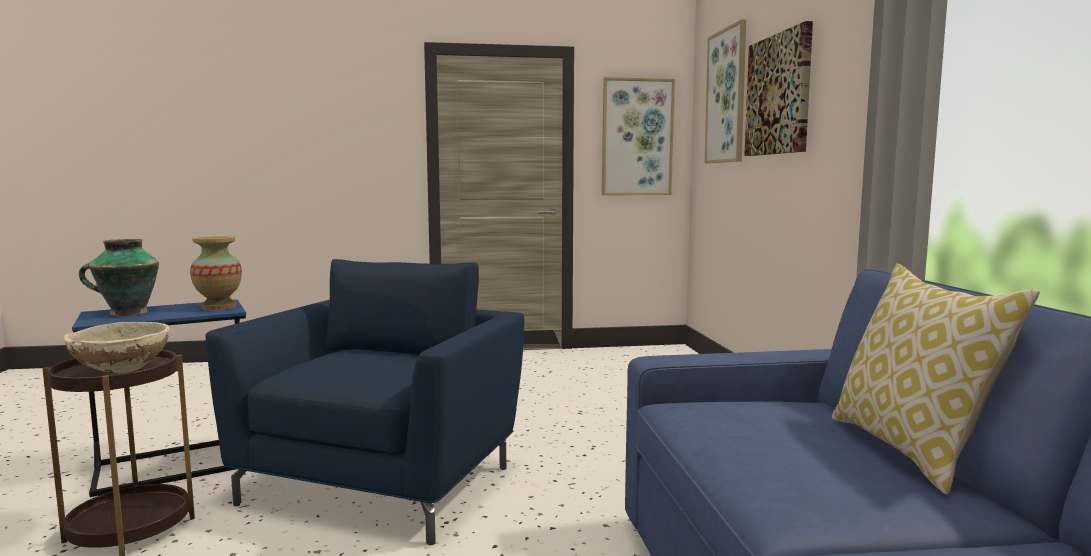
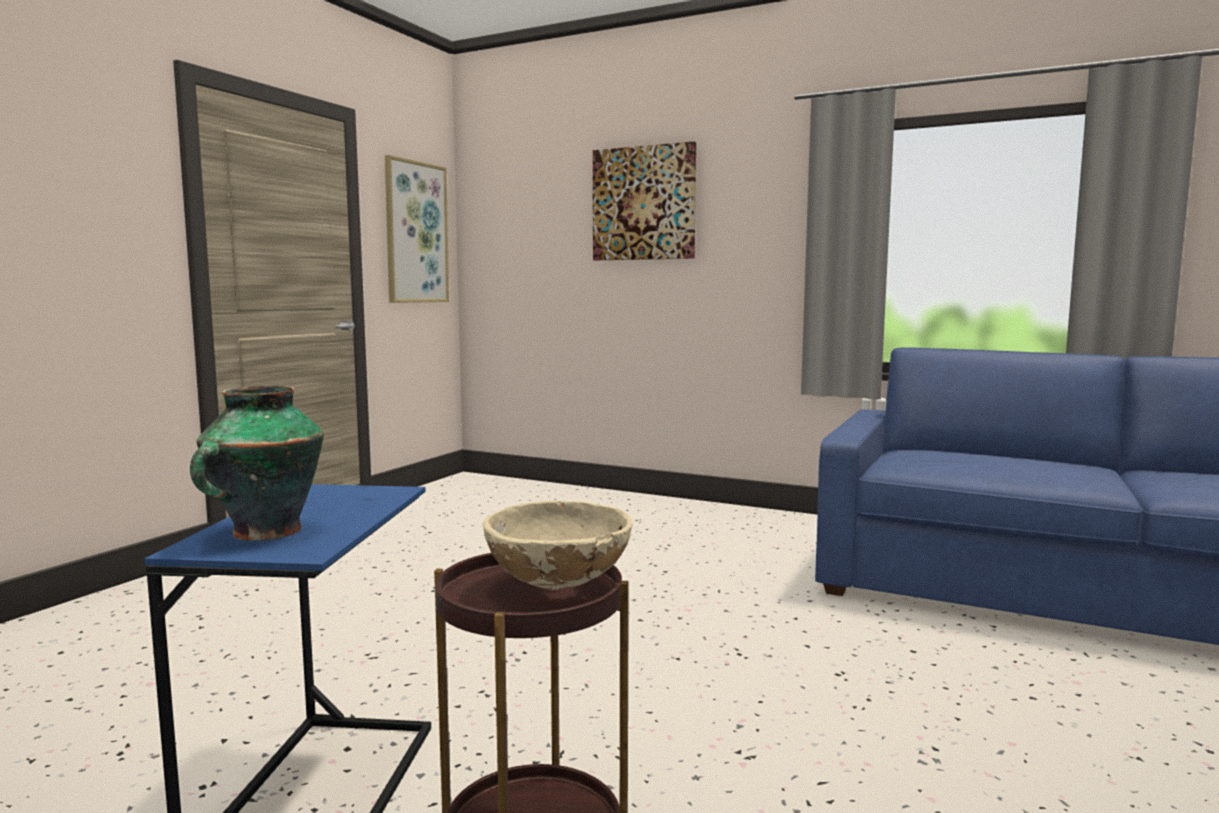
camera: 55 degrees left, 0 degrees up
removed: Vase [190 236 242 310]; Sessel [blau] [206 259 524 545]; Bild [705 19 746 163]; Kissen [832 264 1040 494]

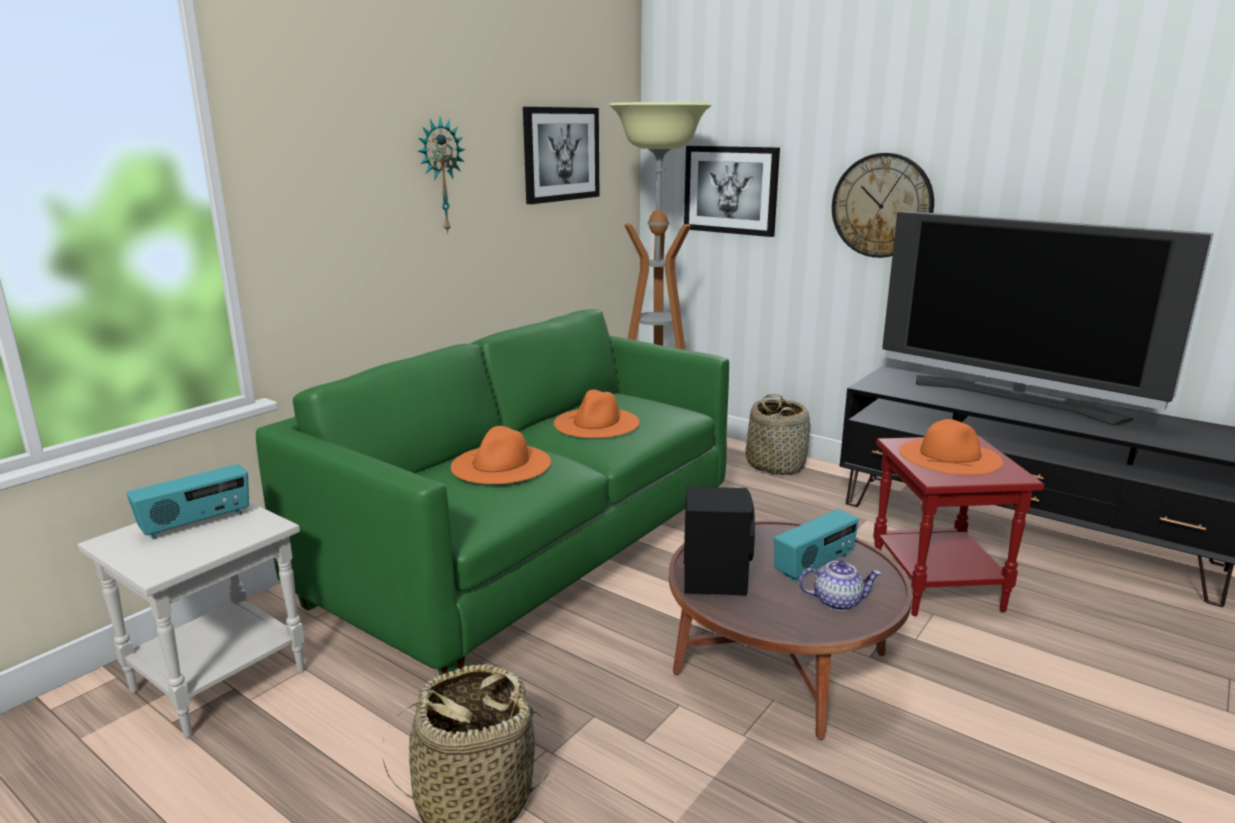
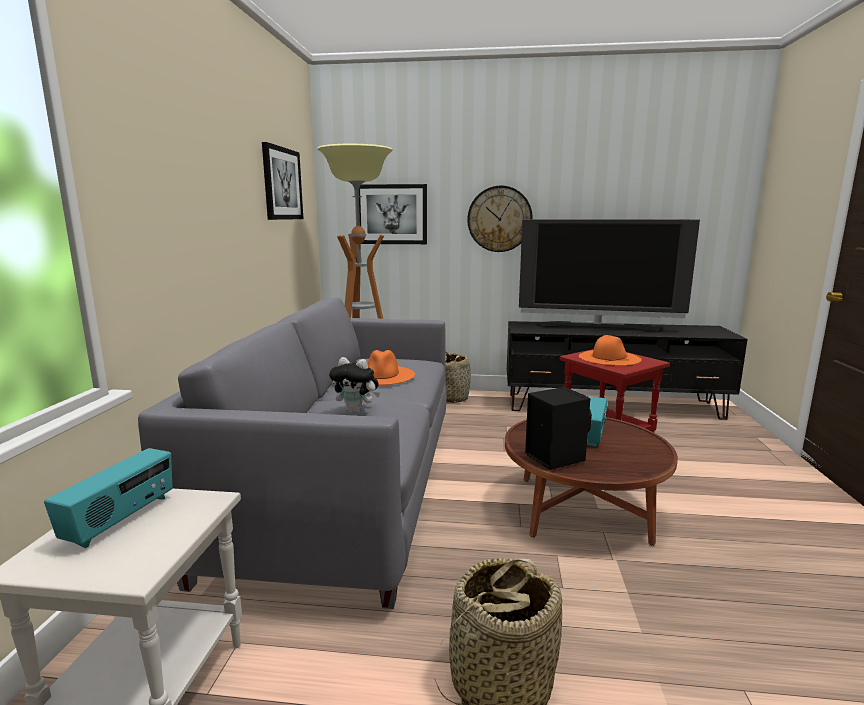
camera: 30 degrees left, 5 degrees down
removed: Wanduhr [418 117 465 234]; Teekanne [799 560 881 611]
replaced: Hut [orange] [451 426 551 484] to Plüschtier [329 357 380 413]
recoloured: Sofa [grün] [256 309 729 675] to Sofa [grau] [138 297 447 609]

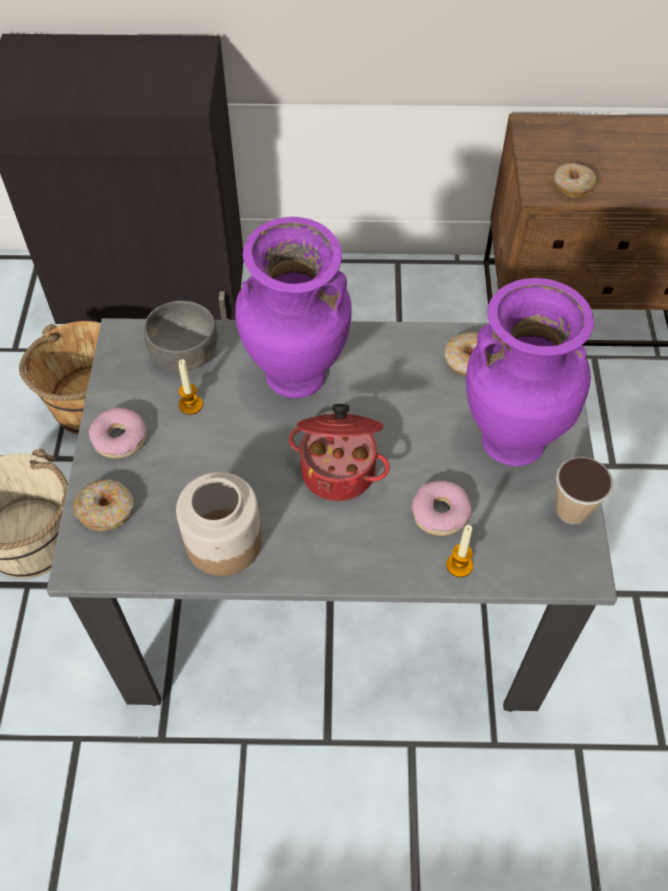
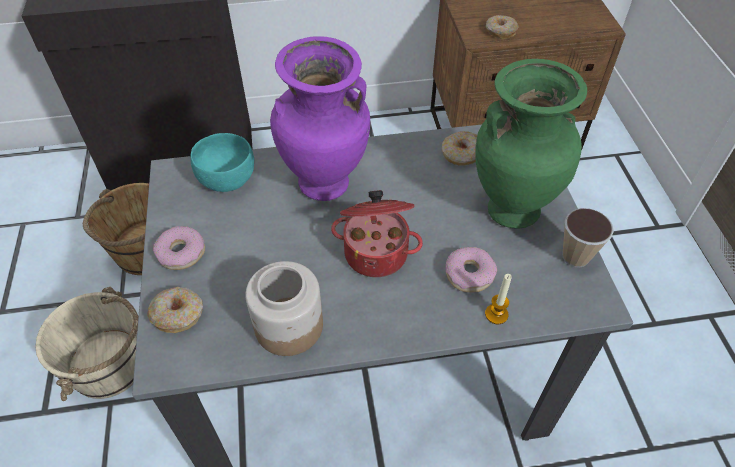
camera: 10 degrees left, 5 degrees down
removed: Kerze [178 359 203 415]
recoloured: Schüssel [grau] [144 301 218 371] to Schüssel [türkis] [190 133 254 192]; Vase [lila] [466 278 594 466] to Vase [grün] [475 59 587 229]

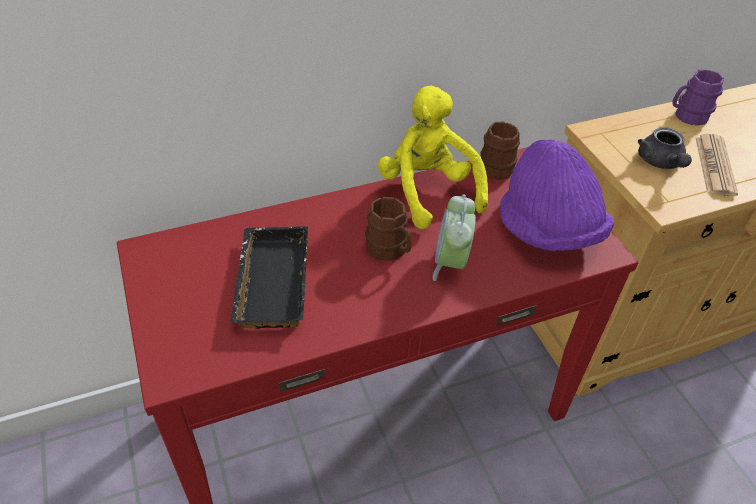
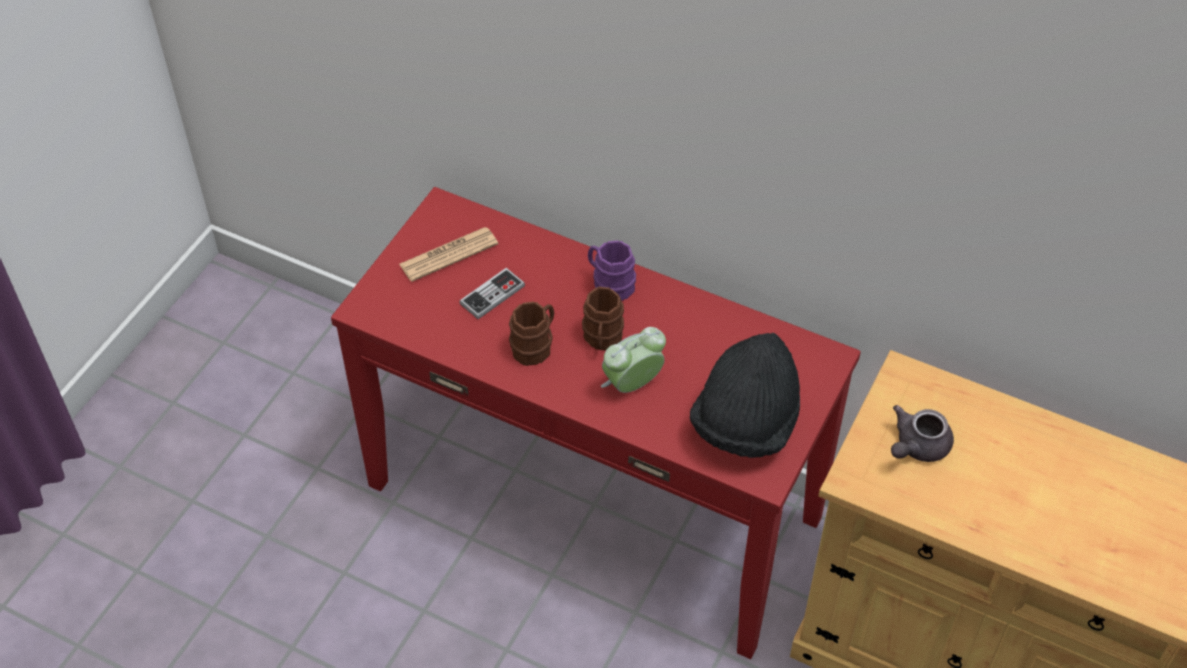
camera: 50 degrees right, 5 degrees up
removed: Plüschtier [gelb] [378 86 488 229]
moved: Henkelbecher [braun] [481 122 520 180] to [509 301 554 366]; Henkelbecher [lila] [672 69 724 126] to [588 240 636 301]; Zeitung [695 134 738 197] to [399 227 498 282]
replaced: Tablett [schwarz] [230 226 308 329] to Gamepad [460 268 525 319]
recoloured: Hut [lila] [500 139 614 251] to Hut [schwarz] [690 333 800 458]

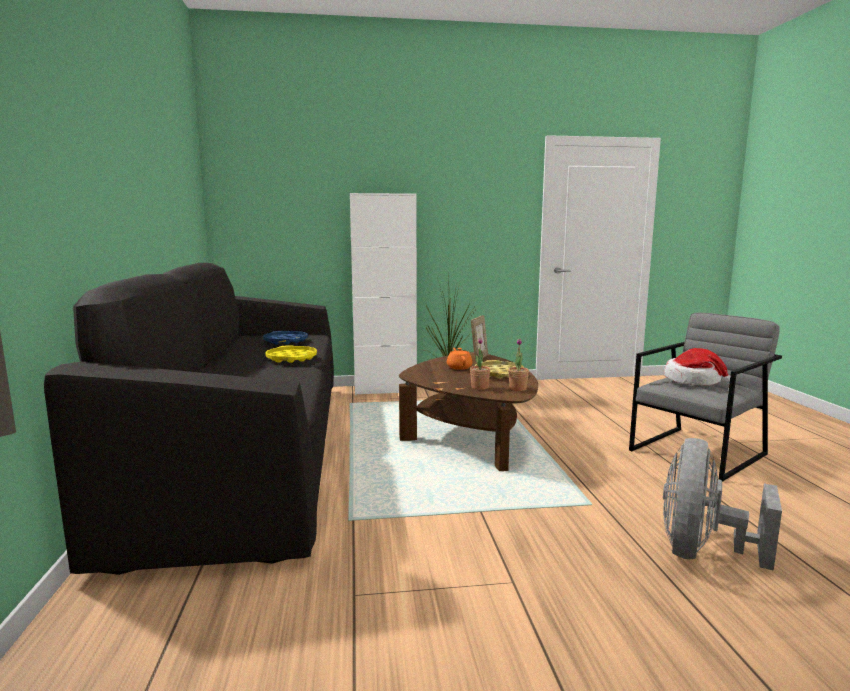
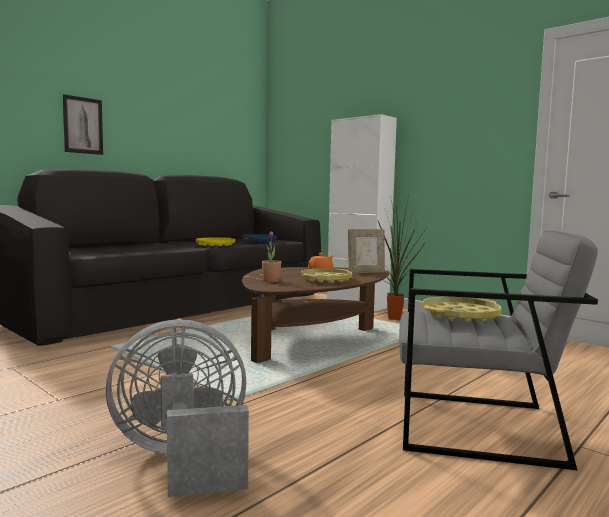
camera: 50 degrees right, 5 degrees down
removed: Topfpflanze [508 339 529 391]
added: Bild [63 94 103 155]
replaced: Hut [664 348 730 387] to Tablett [gelb] [422 297 501 322]

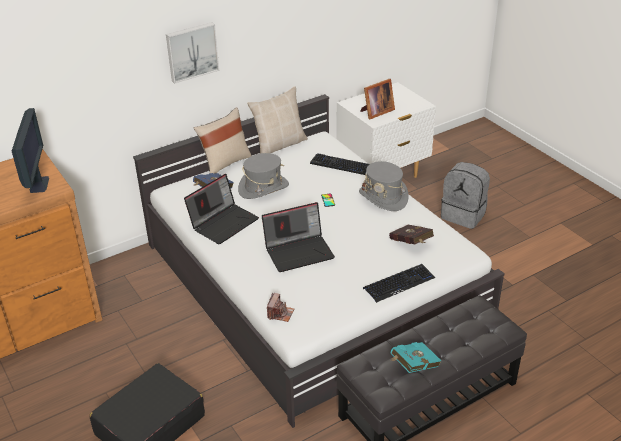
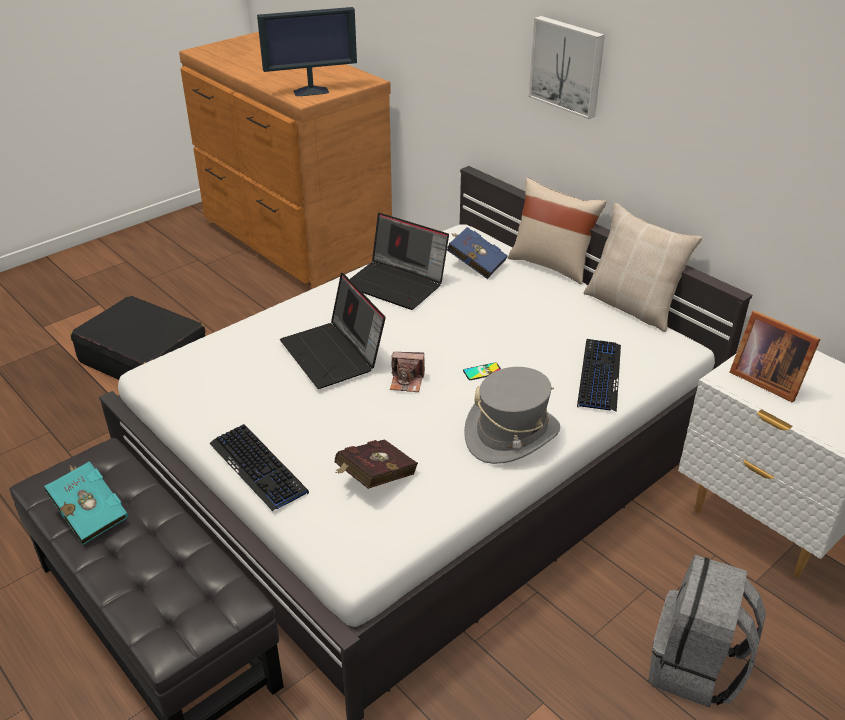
camera: 80 degrees right, 0 degrees up
removed: Hut [grau] [238 153 289 199]
moved: Kamera [267 293 294 322] to [390 352 425 392]

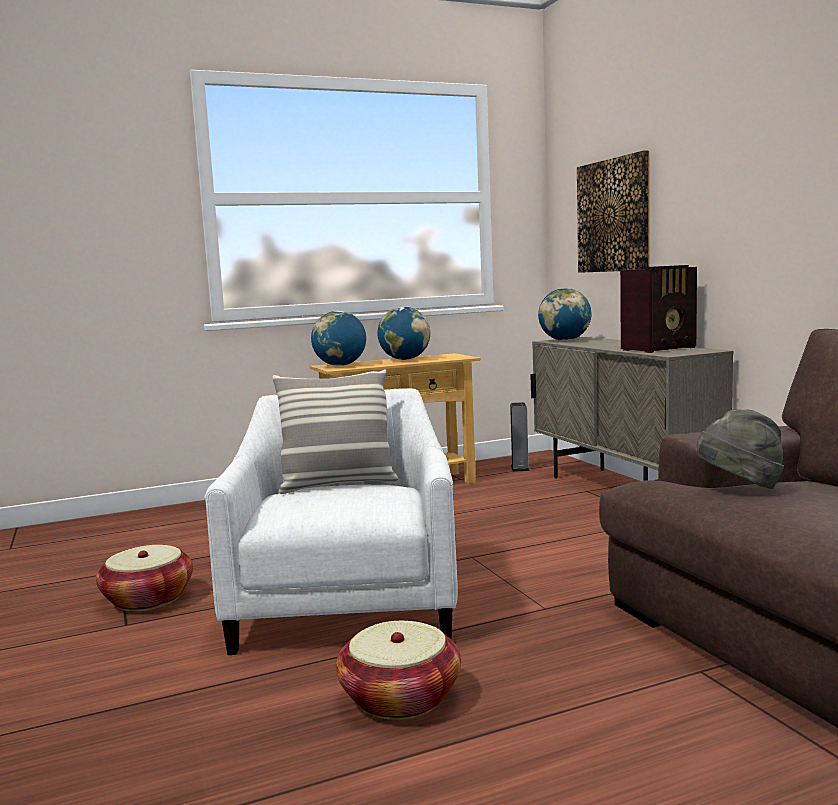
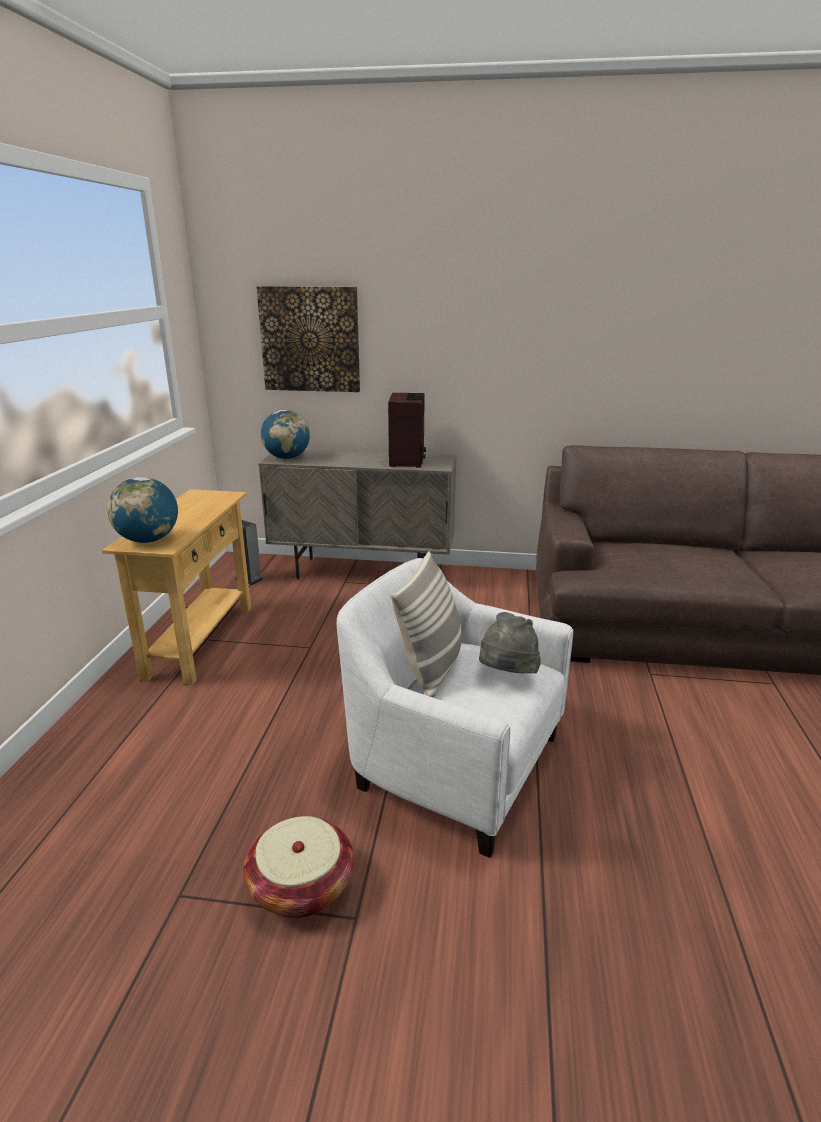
camera: 60 degrees left, 15 degrees up
removed: Korb [336 621 461 720]; Globus [377 307 430 360]
moved: Hut [grau] [695 409 784 489] to [479 612 541 673]

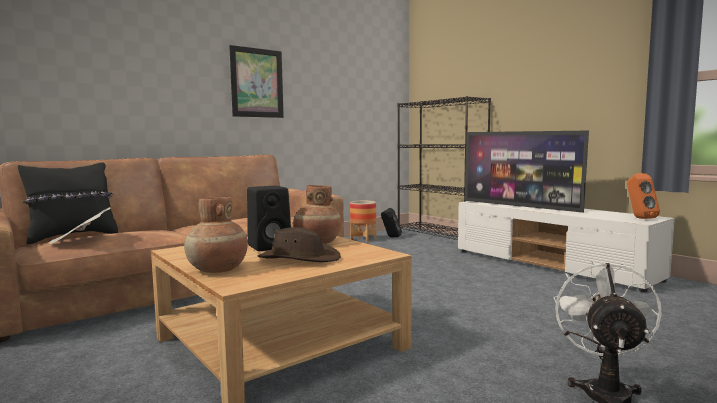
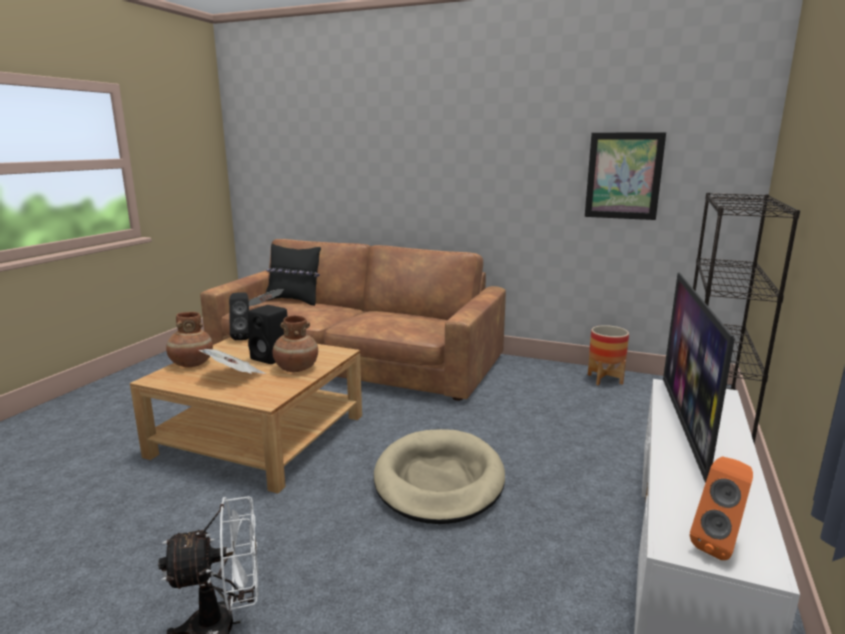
camera: 60 degrees right, 10 degrees up
added: Hundebett [beige] [374 429 505 524]
moved: Bild [229 45 284 118] to [585 132 666 220]; Lautsprecher [schwarz] [381 208 402 238] to [229 292 249 340]
replaced: Hut [braun] [258 227 341 262] to Zeitung [199 349 266 374]

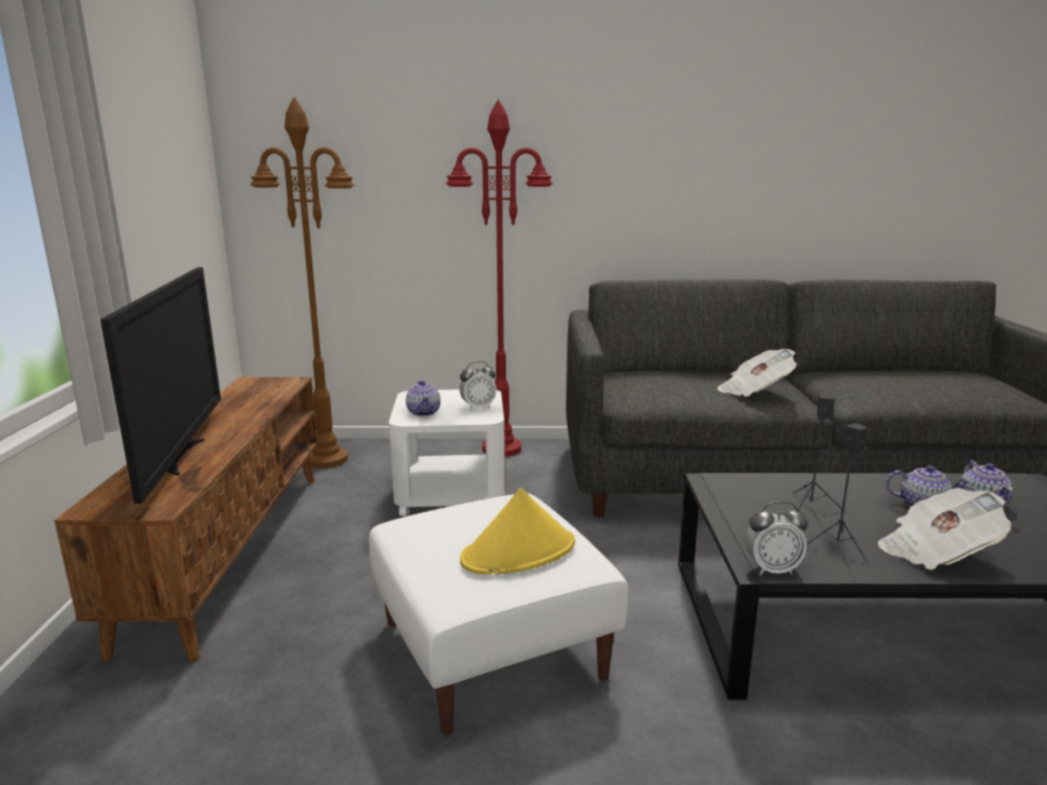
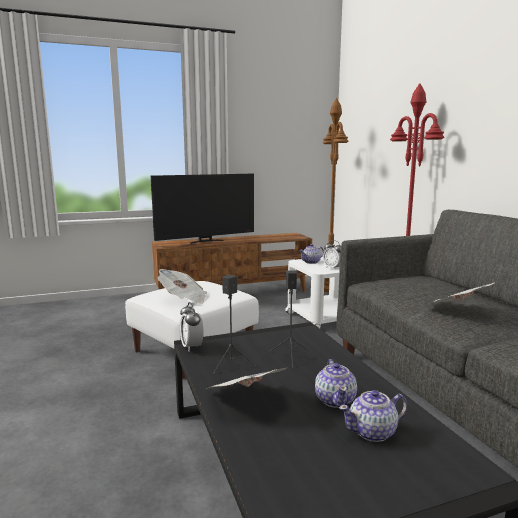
camera: 70 degrees right, 5 degrees down
replaced: Hut [gelb] [460 488 575 574] to Zeitung [158 269 207 304]

